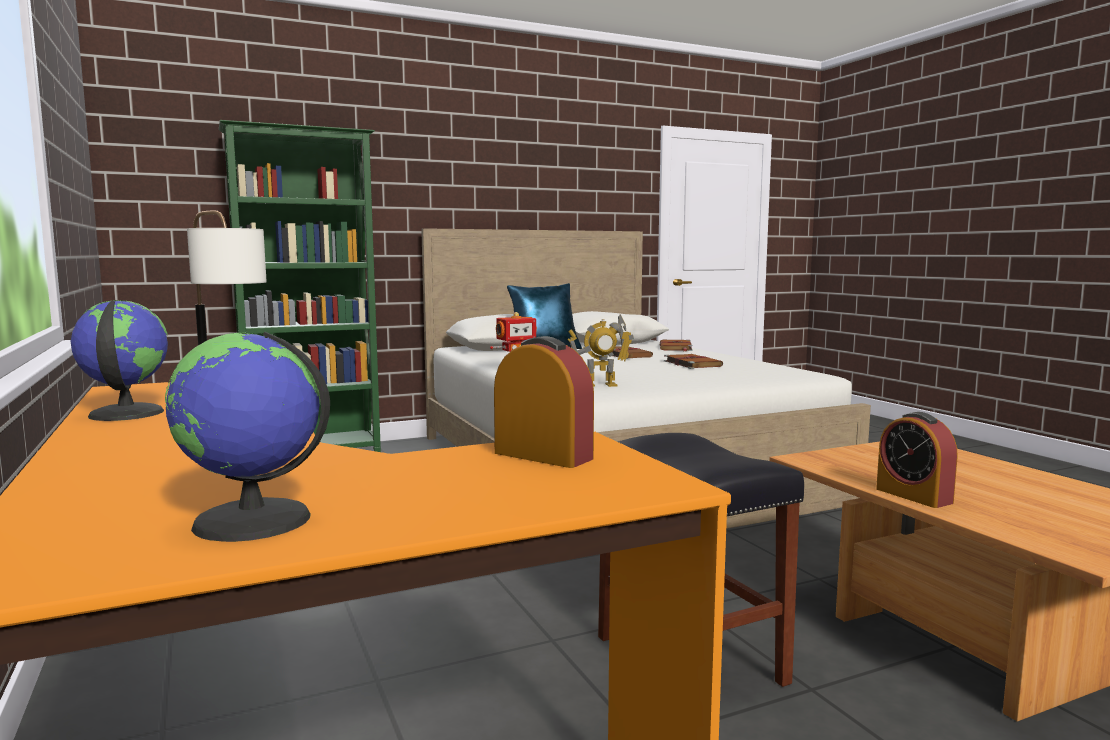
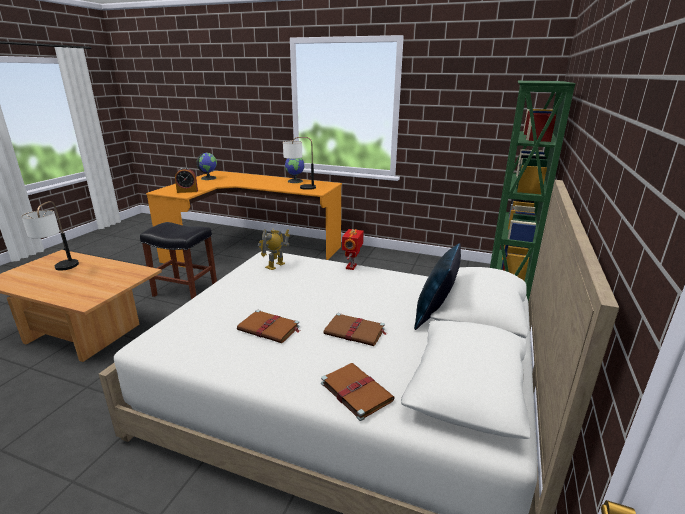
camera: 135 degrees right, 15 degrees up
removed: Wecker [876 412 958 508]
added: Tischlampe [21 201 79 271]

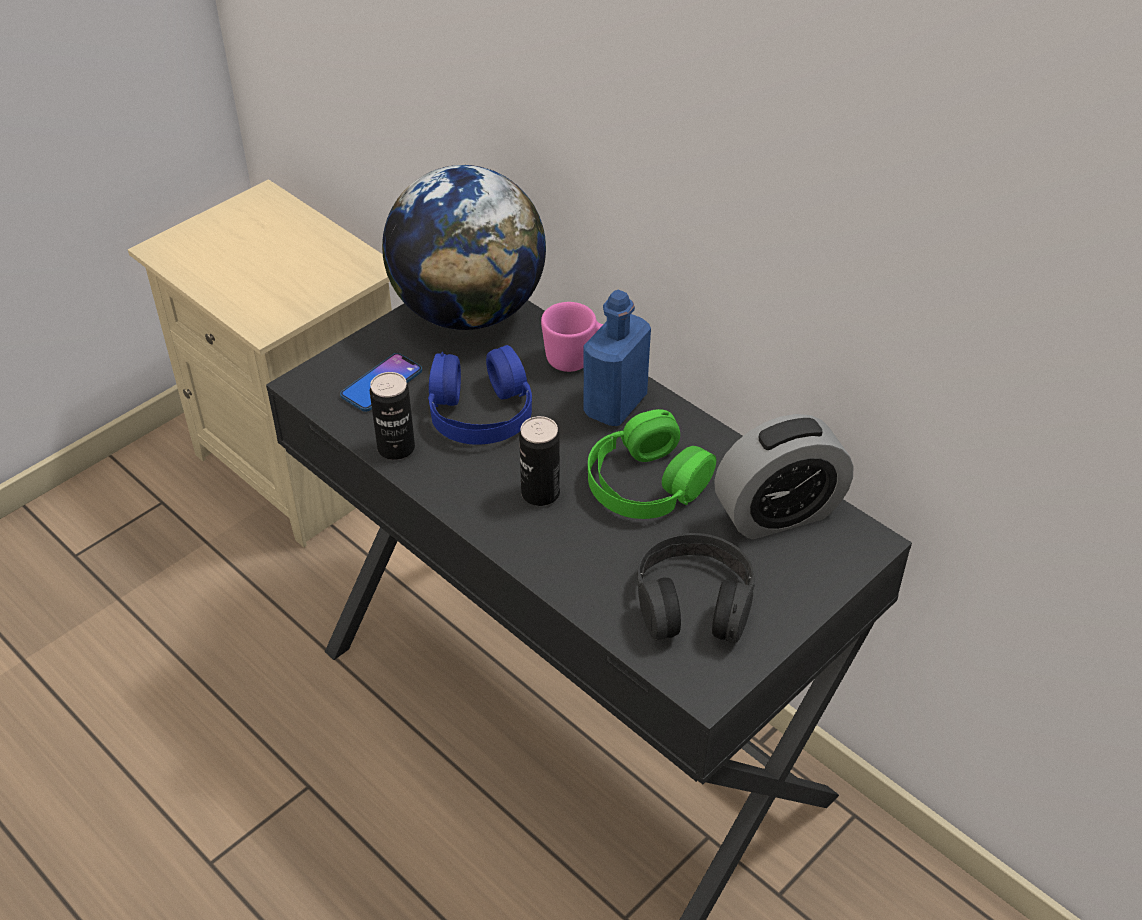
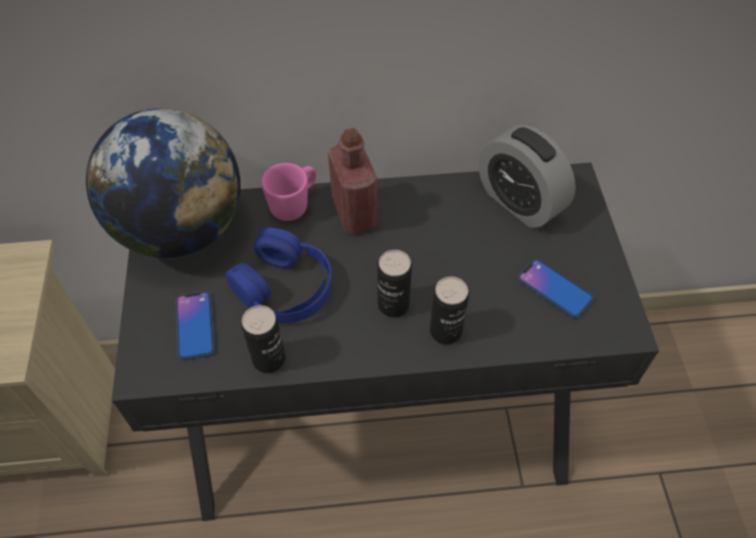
camera: 50 degrees left, 10 degrees up
removed: Kopfhörer [grün] [588 409 716 519]
added: Dose [430 277 469 345]
replaced: Kopfhörer [schwarz] [637 533 755 644] to Handy [517 259 594 319]
recoloured: Flasche [blau] [583 290 651 426] to Flasche [rot] [328 128 377 234]
turned: Wecker [714 414 854 540] = [478 125 576 228] 120 degrees clockwise

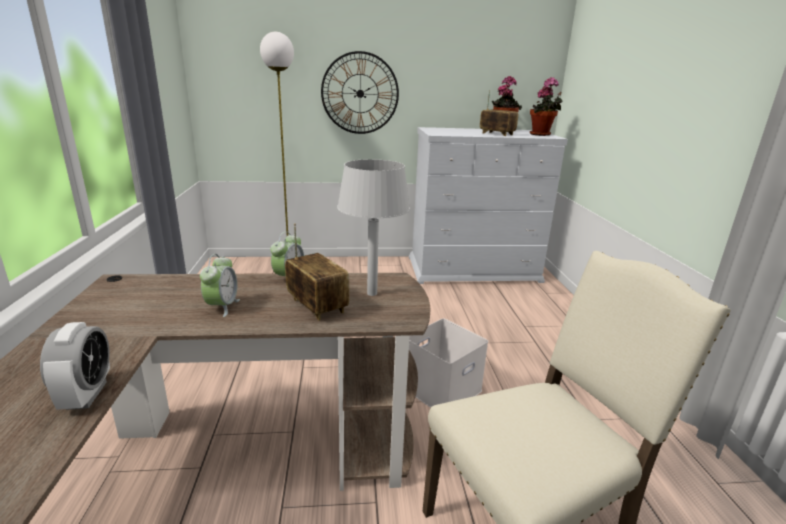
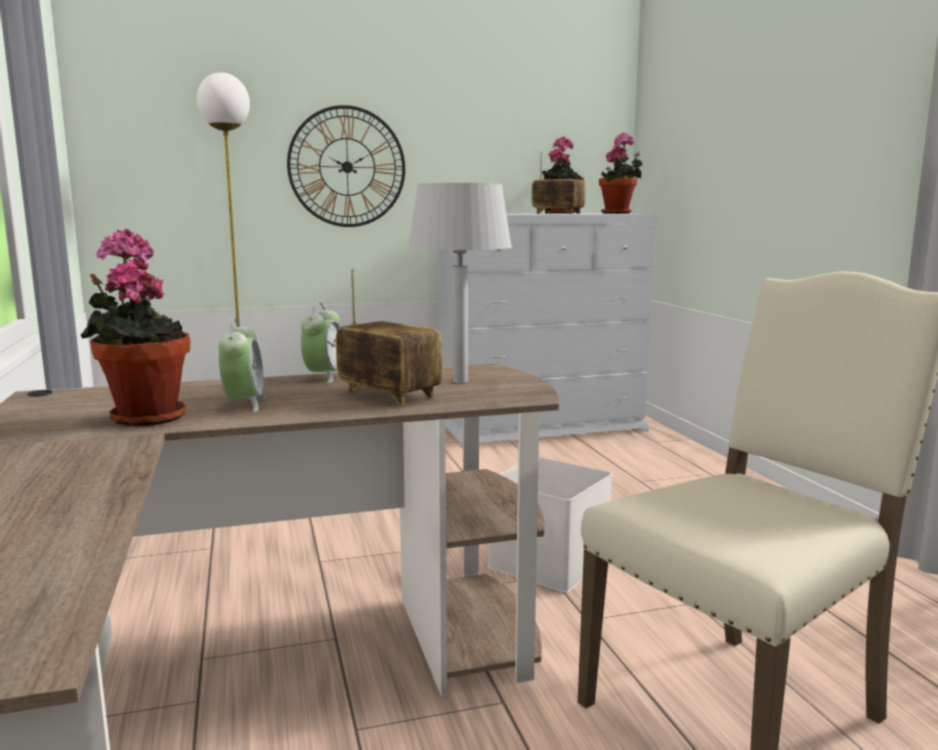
camera: 10 degrees left, 10 degrees down
removed: Wecker [40 322 110 410]
added: Topfpflanze [81 229 190 427]

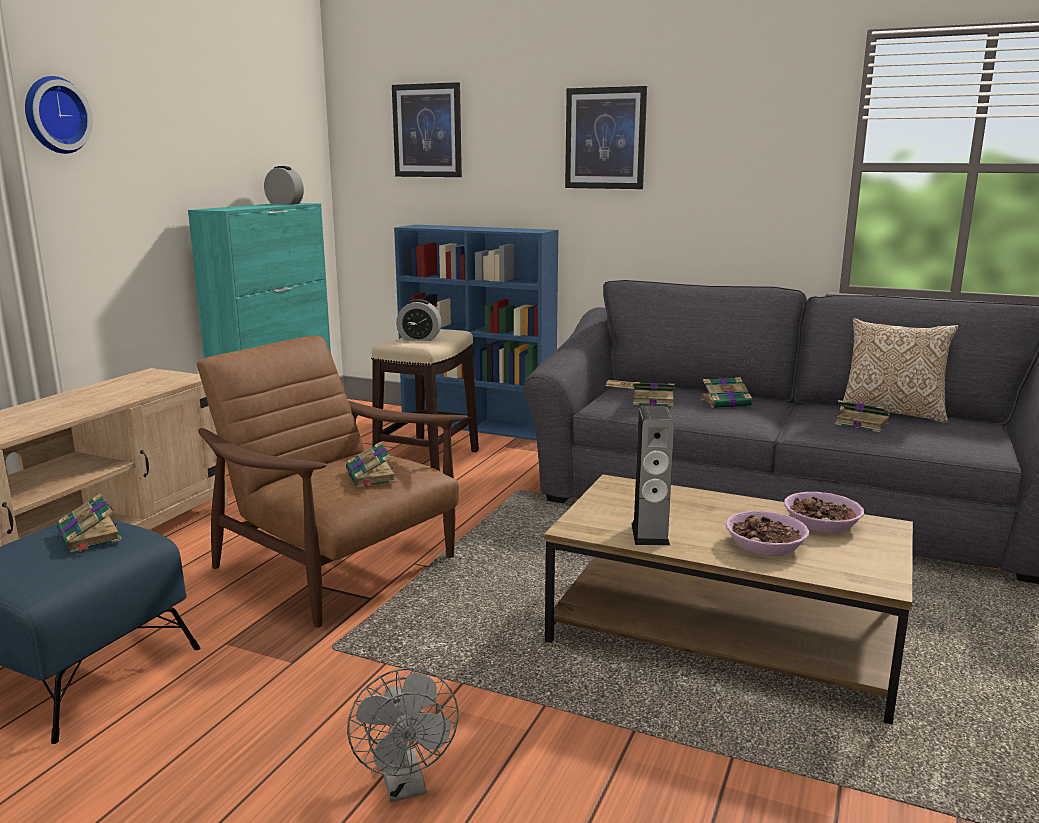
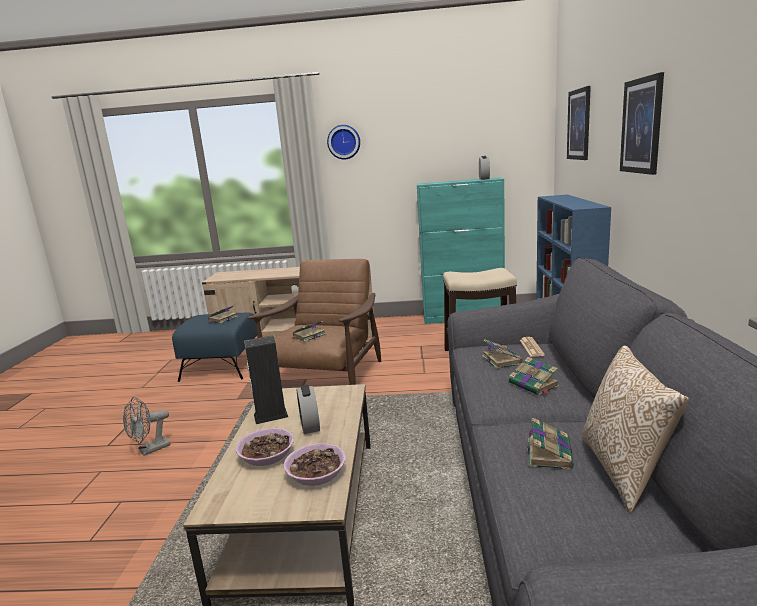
camera: 70 degrees right, 0 degrees up
moved: Wecker [396 299 442 341] to [297 385 320 434]

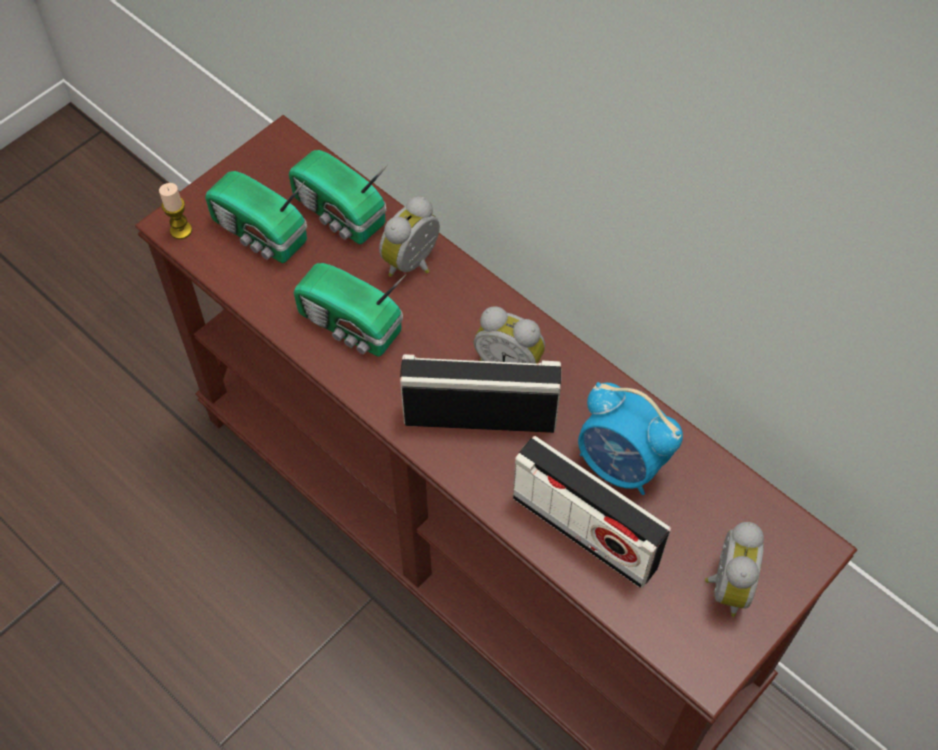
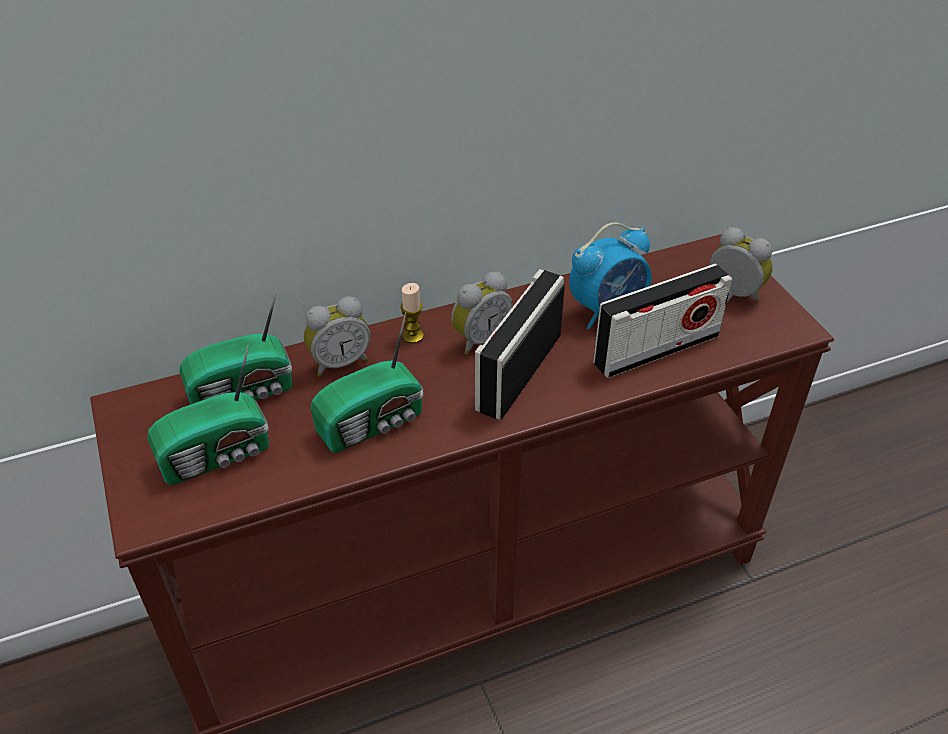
camera: 65 degrees left, 15 degrees down
moved: Kerze [159 183 192 239] to [400 283 424 344]
turned: Wecker [379 196 440 277] = [304 296 371 377] 90 degrees counterclockwise

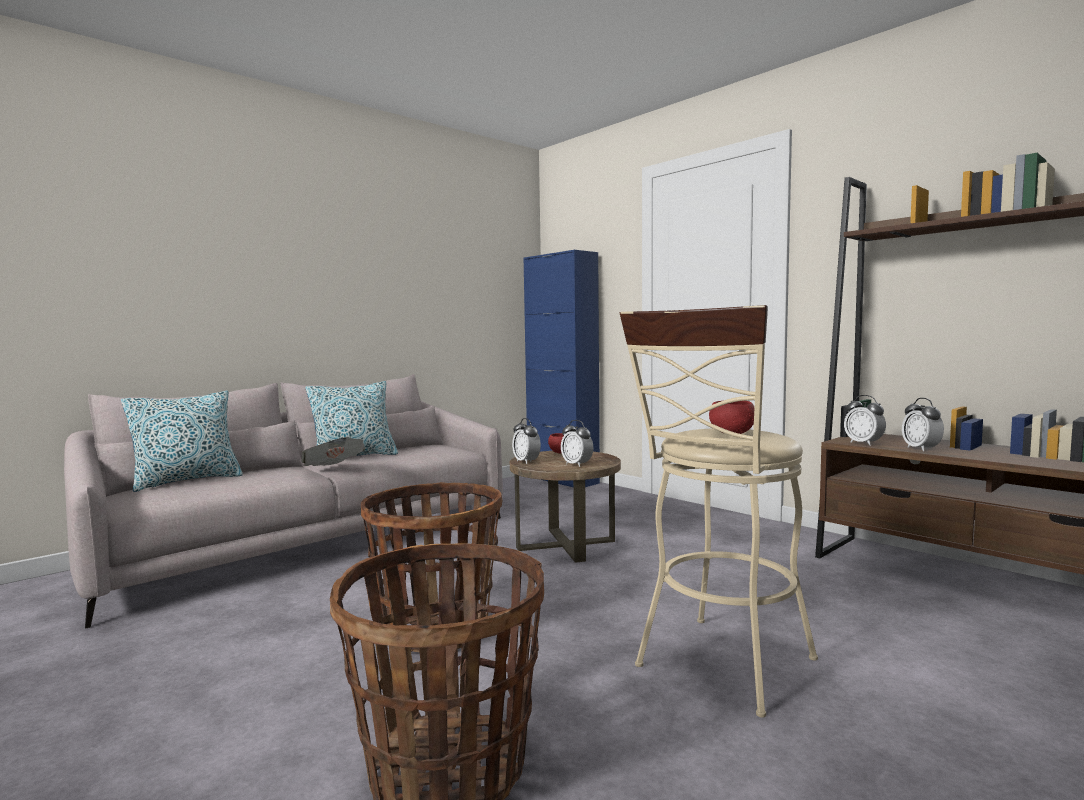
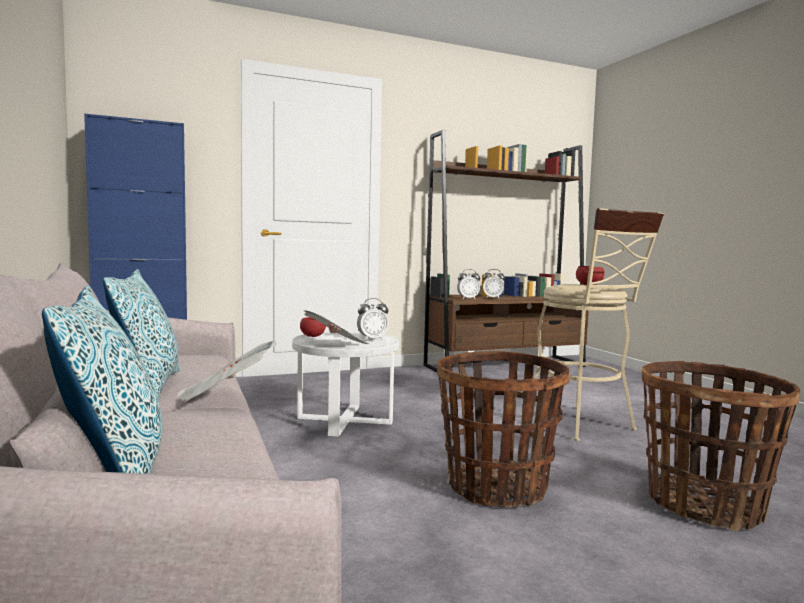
camera: 70 degrees left, 0 degrees up
replaced: Wecker [512 418 541 464] to Zeitung [304 311 369 344]
recoloured: Beistelltisch [braun] [510 451 621 563] to Beistelltisch [weiß] [292 331 399 437]

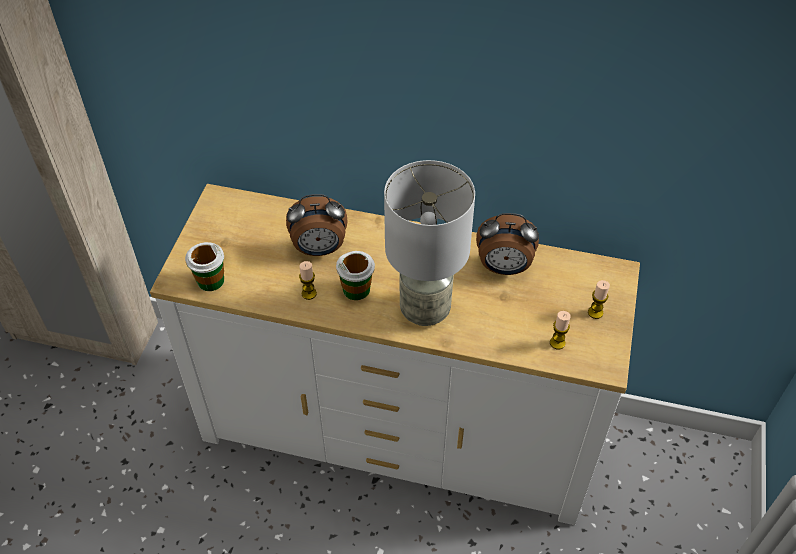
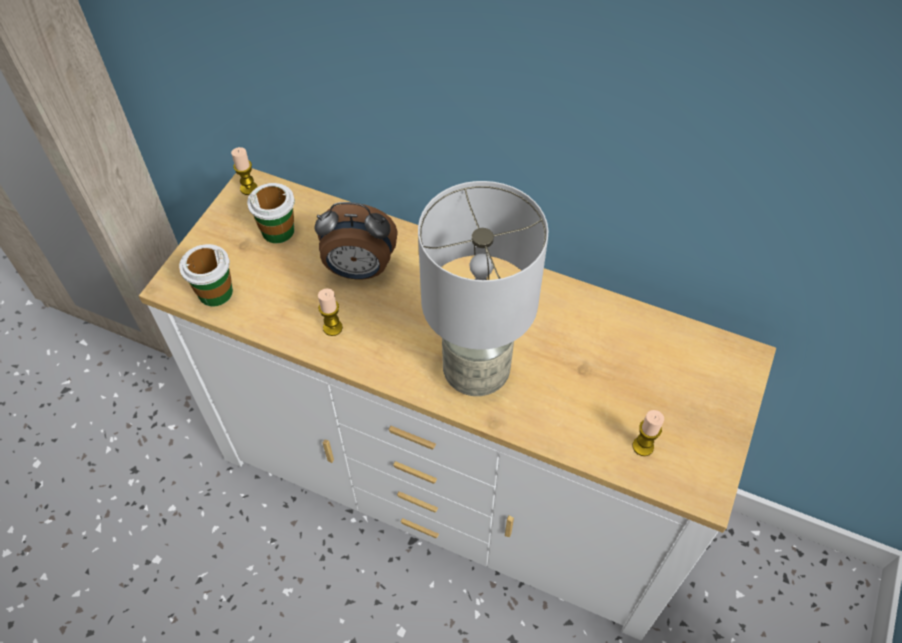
camera: 10 degrees right, 5 degrees up
removed: Wecker [476 213 539 275]
moved: Tasse [336 251 375 300] to [247 183 295 243]; Kerze [588 280 610 319] to [231 147 257 195]

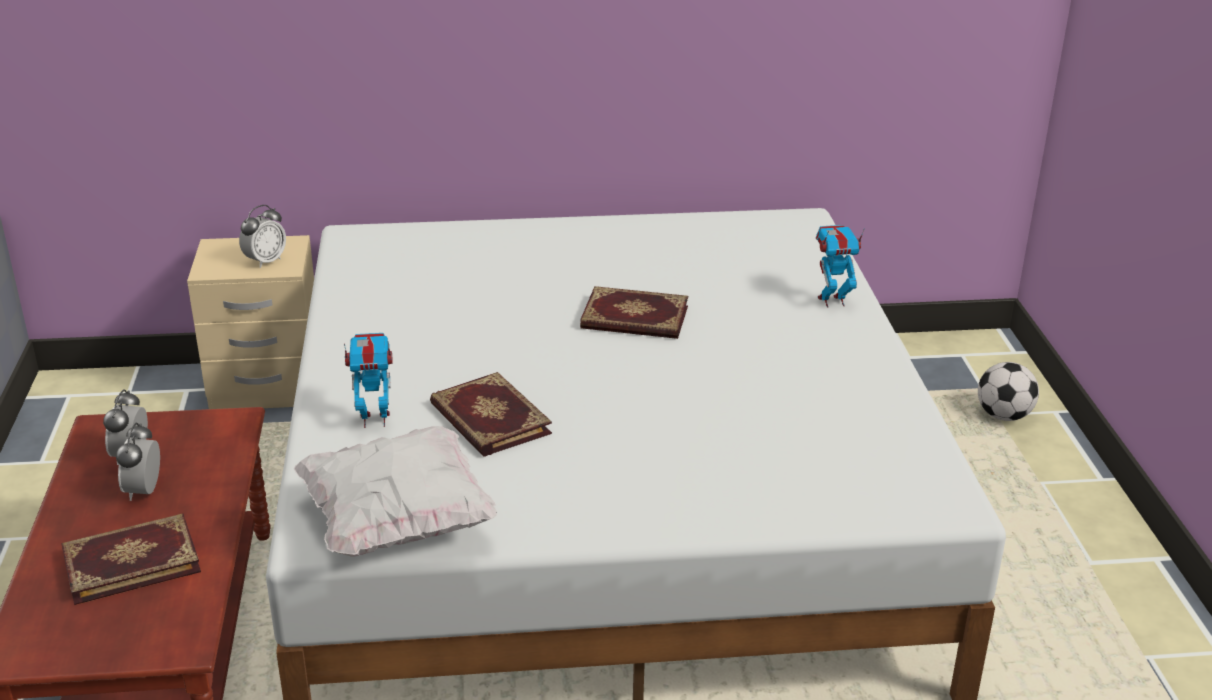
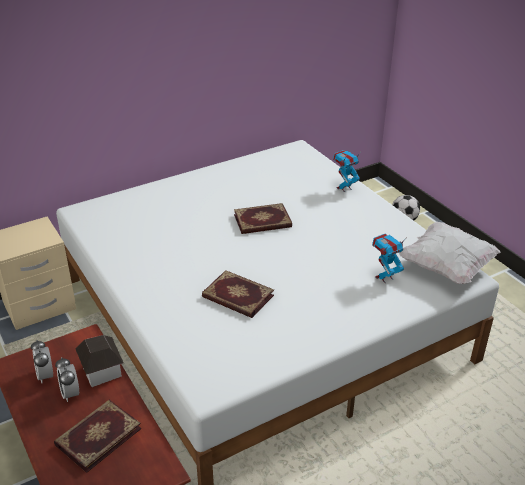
camera: 25 degrees left, 5 degrees up
removed: Wecker [239 205 286 268]
added: Spielzeughaus [75 335 123 387]
moved: Kissen [weiß] [294 426 497 557] to [399 222 501 284]; Spielzeugroboter [344 333 393 428] to [372 234 407 283]

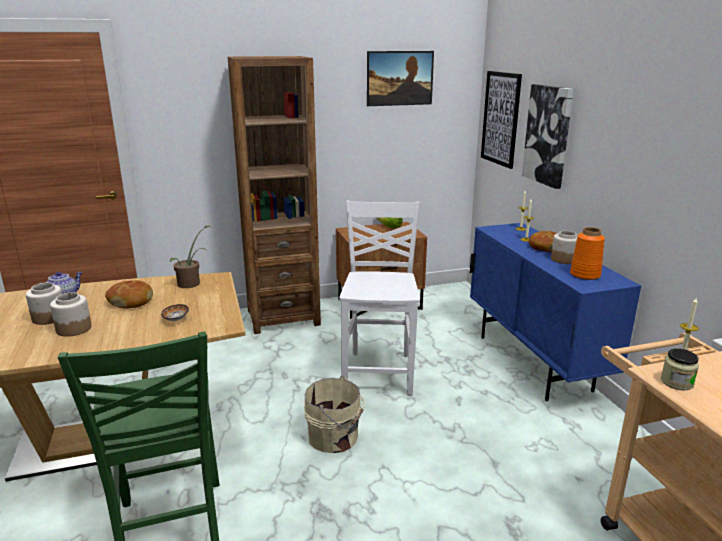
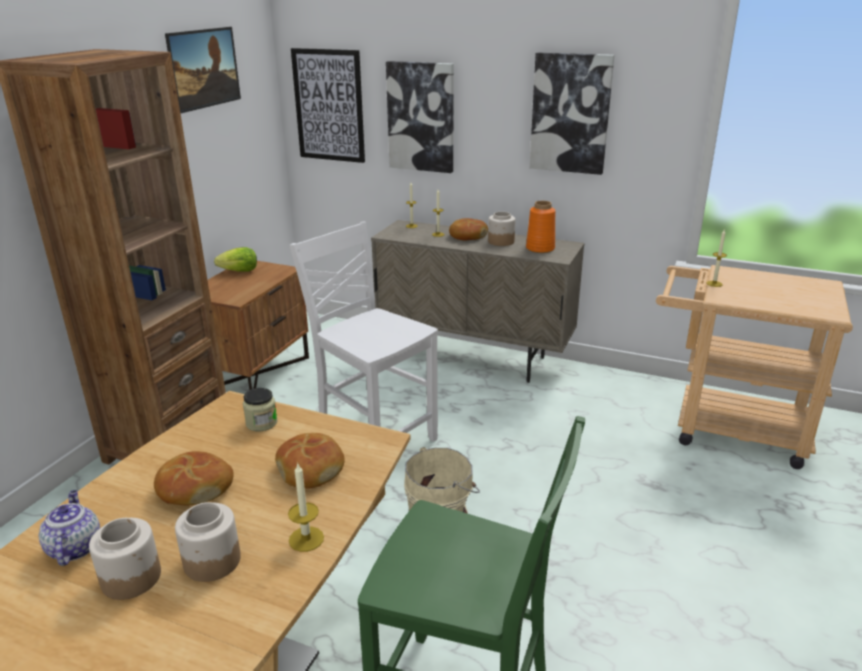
camera: 50 degrees left, 5 degrees up
removed: Topfpflanze [170 225 212 288]
added: Kerze [288 464 324 552]; Bild [530 53 615 175]
moved: Vorratsglas [661 348 699 390] to [243 388 278 431]
replaced: Schüssel [161 304 189 321] to Brot [275 433 345 489]
recoloured: Schrank [blau] [470 223 641 401] to Schrank [beige] [371 220 585 383]

